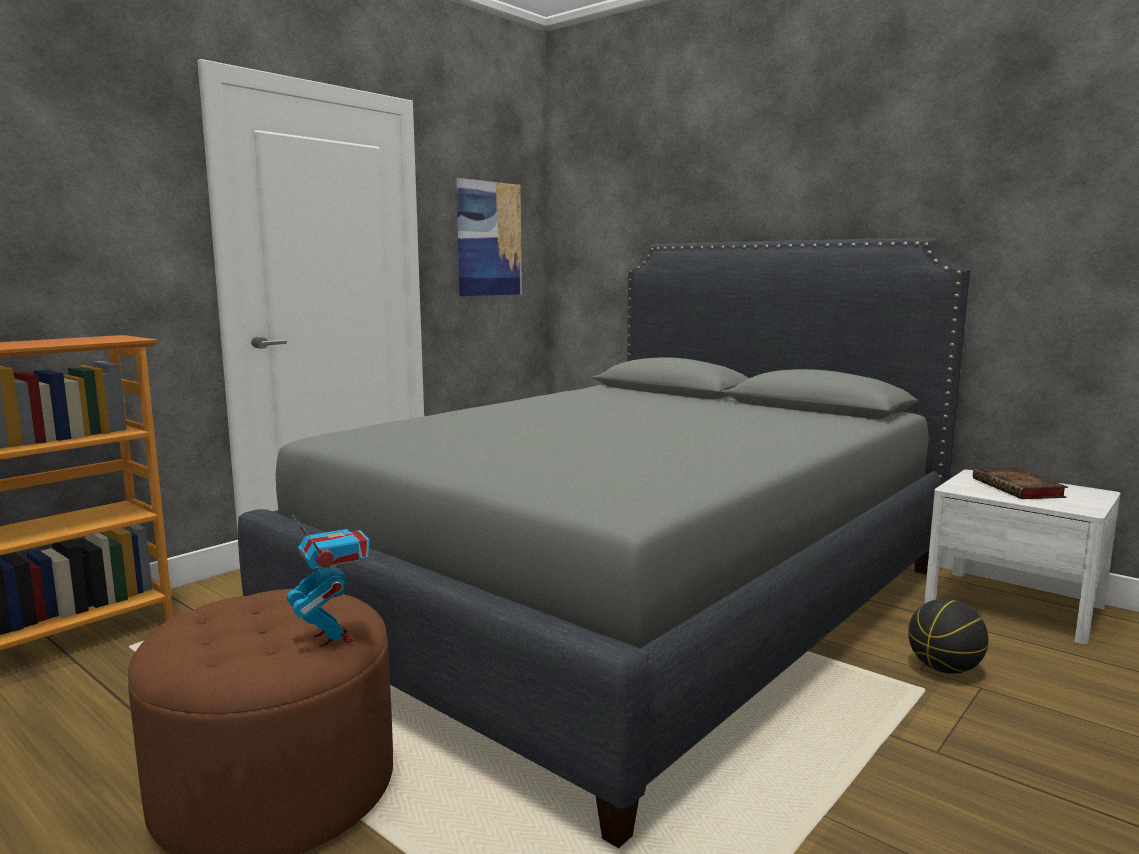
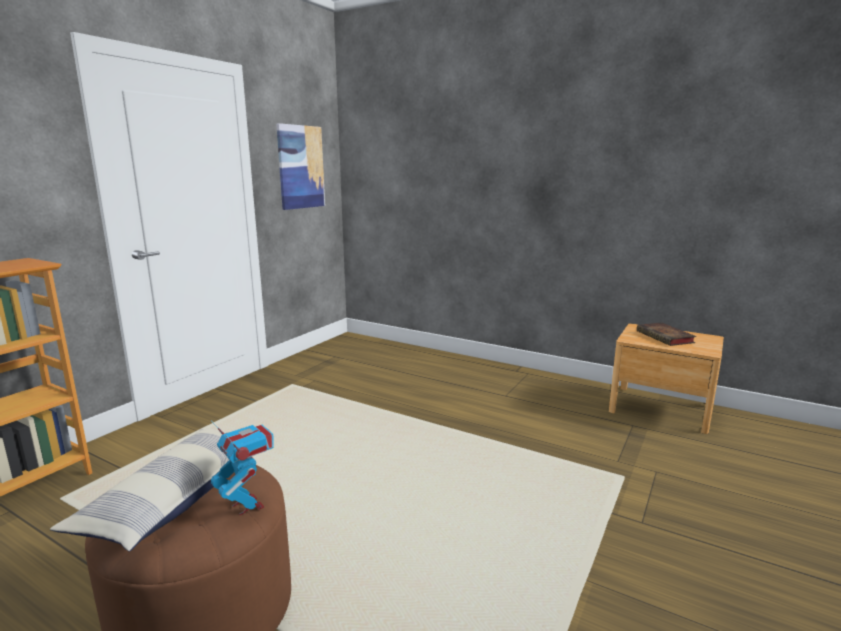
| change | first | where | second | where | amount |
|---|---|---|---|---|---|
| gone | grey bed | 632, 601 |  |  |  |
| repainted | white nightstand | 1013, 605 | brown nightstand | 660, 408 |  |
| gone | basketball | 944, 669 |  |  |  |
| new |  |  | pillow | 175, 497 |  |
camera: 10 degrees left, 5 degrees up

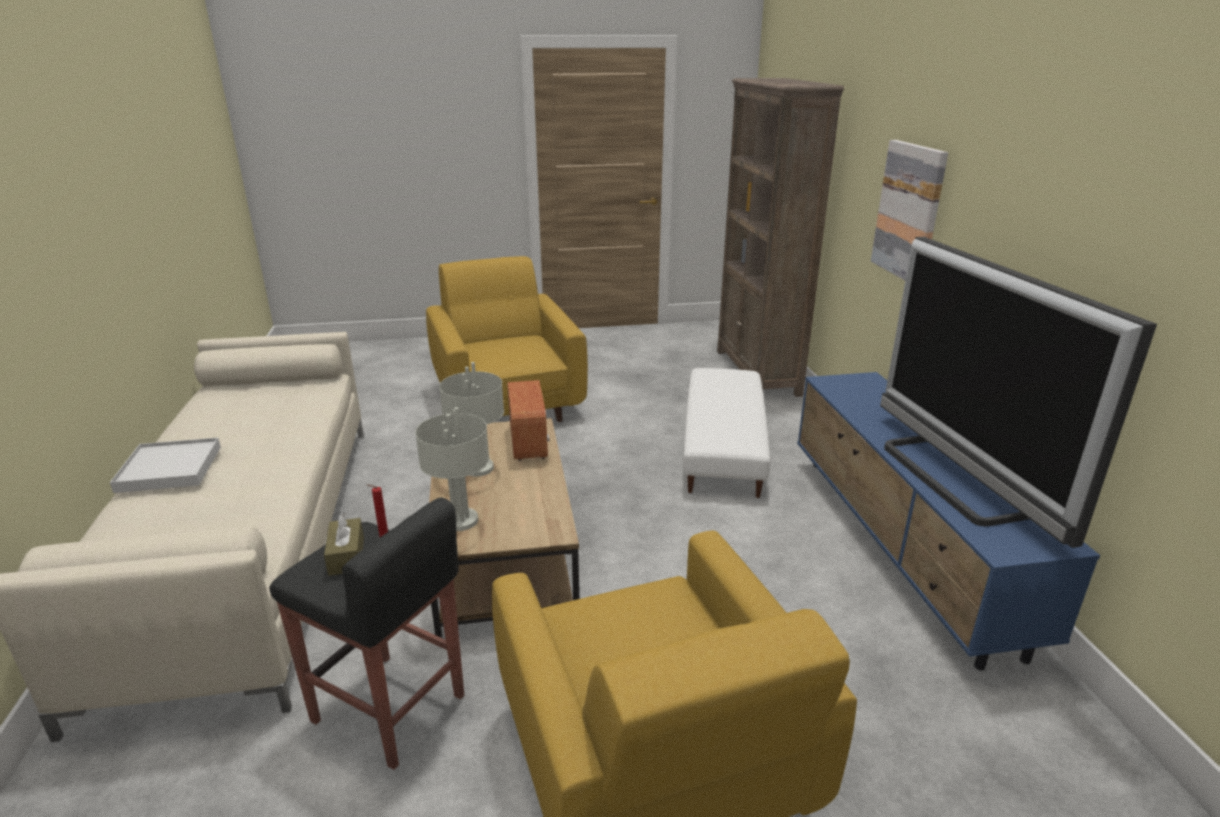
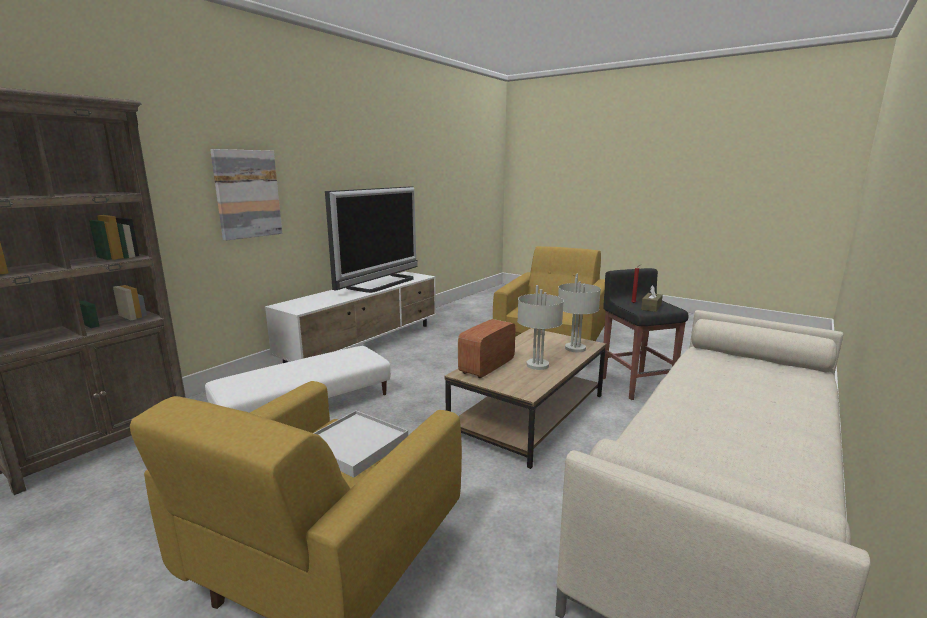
| change | first | where | second | where | amount |
|---|---|---|---|---|---|
| repainted | blue tv stand | 901, 546 | white tv stand | 365, 345 |  |
| shifted | white tray | 169, 469 |  | 355, 445 |  |
camera: 135 degrees left, 10 degrees down

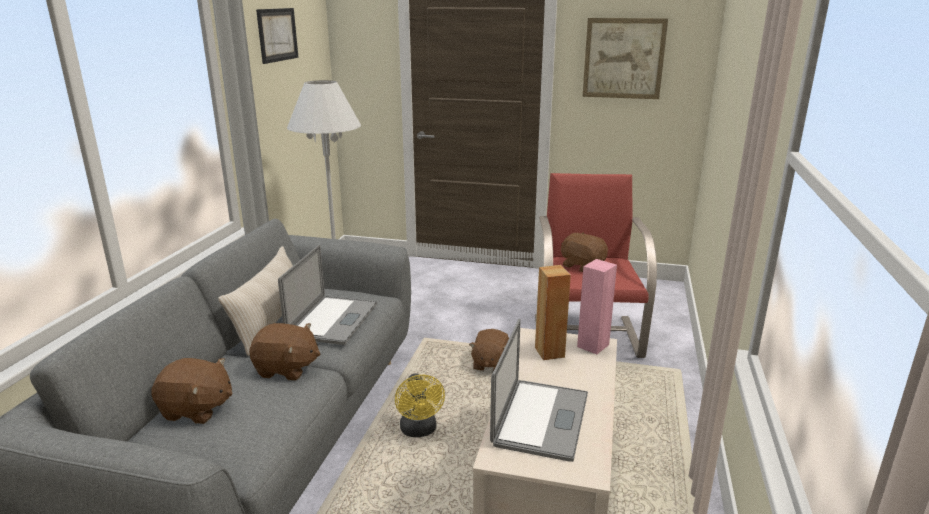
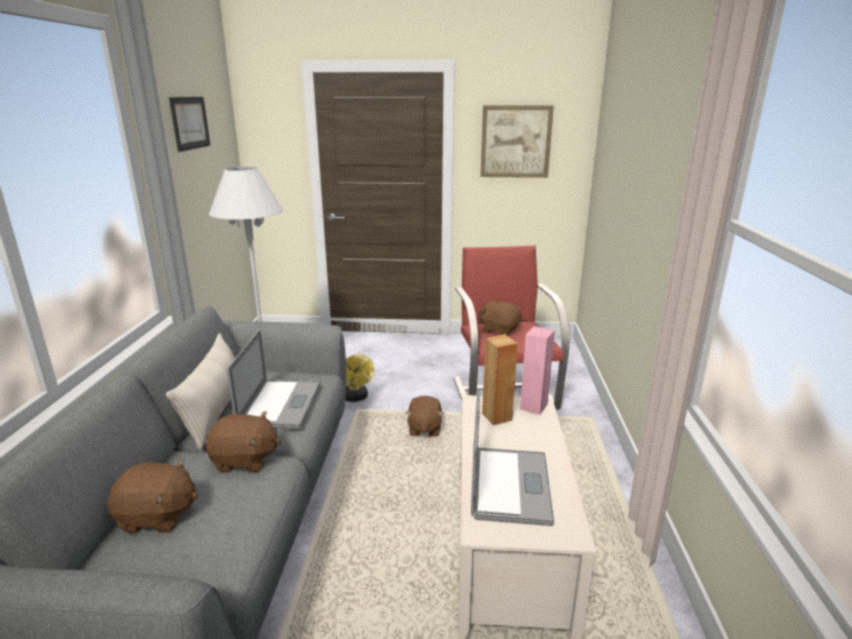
| change | first | where | second | where | amount |
|---|---|---|---|---|---|
| shifted | yellow fan | 419, 431 |  | 356, 398 |  |
camera: 10 degrees left, 0 degrees up

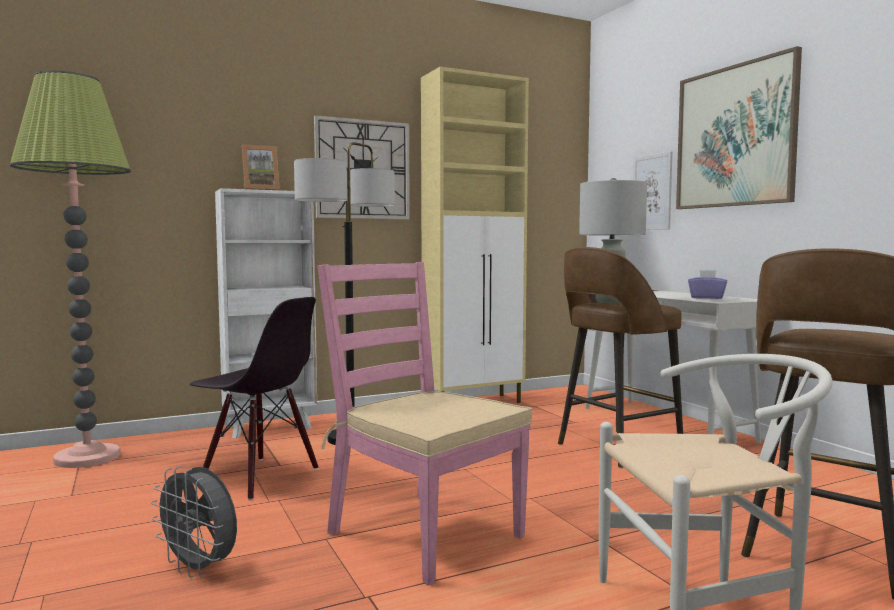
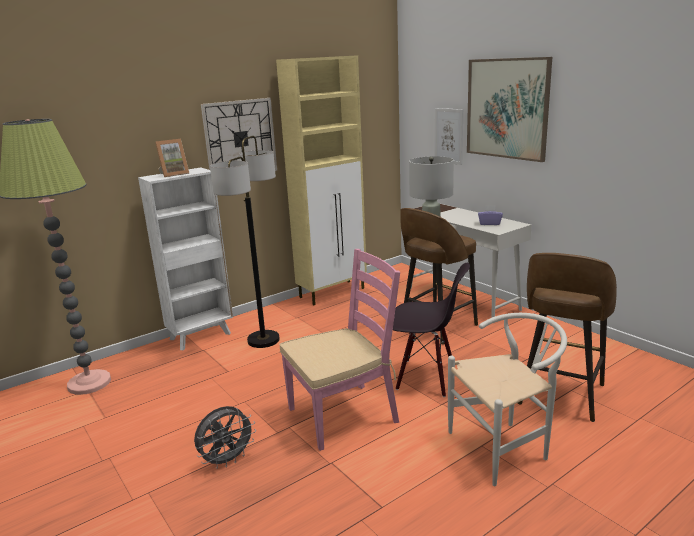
| change | first | where | second | where | amount |
|---|---|---|---|---|---|
| rotated | pink chair | 423, 534 |  | 343, 414 | 120 degrees clockwise |
| shifted | black chair | 259, 477 |  | 425, 377 |  |
| rotated | grey fan | 200, 569 |  | 227, 460 | 60 degrees counterclockwise |
camera: 10 degrees left, 15 degrees up

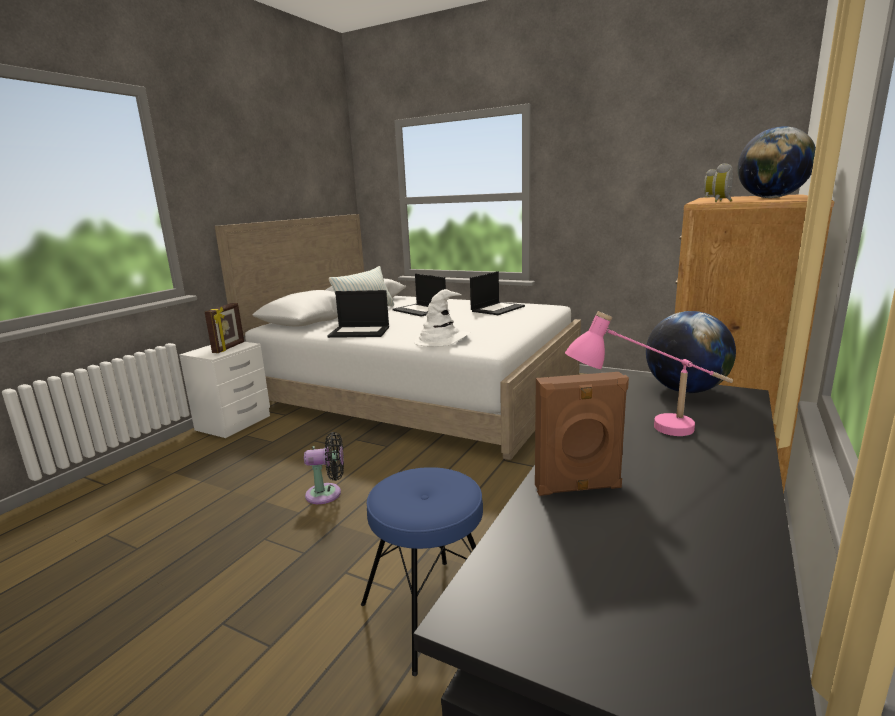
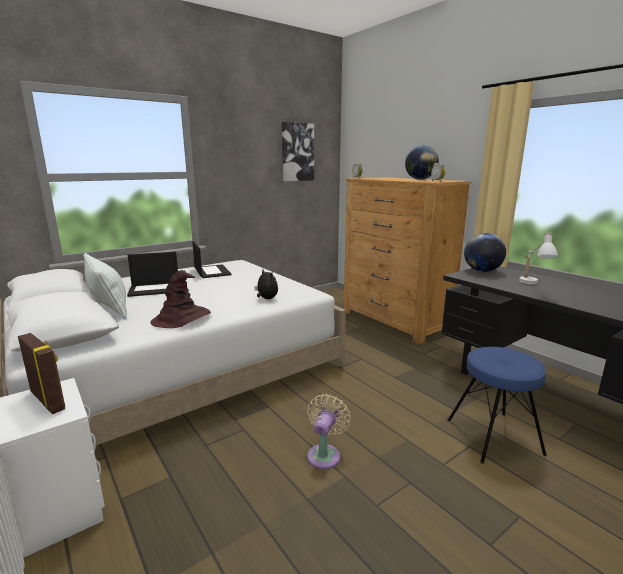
| change | first | where | second | where | amount |
|---|---|---|---|---|---|
| swapped | white hat | 441, 339 | plush toy | 266, 299 |  |
| swapped | laptop | 360, 332 | brown hat | 181, 318 |  |
| repainted | pink table lamp | 647, 431 | white table lamp | 531, 285 |  |
| gone | brown speaker | 578, 488 |  |  |  |
| repainted | black fan | 327, 494 | beige fan | 325, 454 |  |
| new |  |  | picture | 297, 152 |  |
camera: 65 degrees left, 0 degrees up

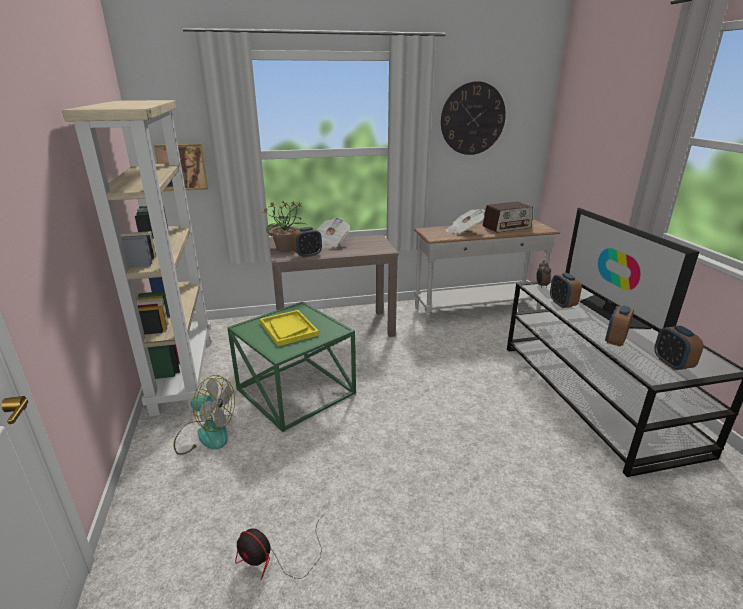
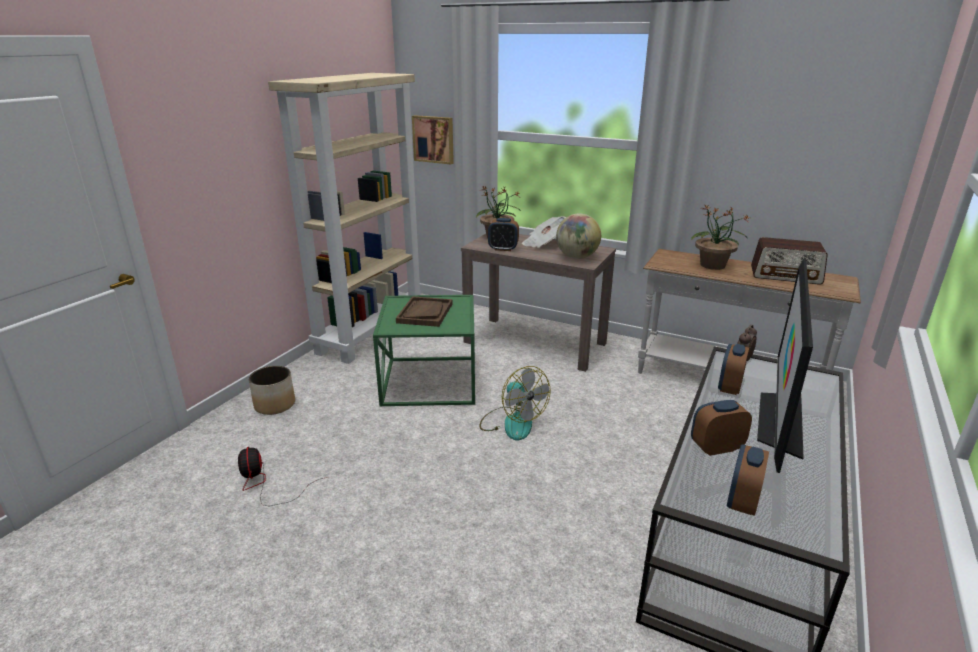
| change | first | where | second | where | amount |
|---|---|---|---|---|---|
| gone | wall clock | 473, 119 |  |  |  |
| swapped | newspaper | 464, 231 | potted plant | 713, 265 |  |
| repainted | yellow tray | 288, 329 | brown tray | 425, 313 |  |
| shifted | fan | 205, 434 |  | 512, 422 |  |
| new |  |  | globe | 577, 257 |  |
| new |  |  | planter | 275, 404 |  |
camera: 40 degrees right, 0 degrees up

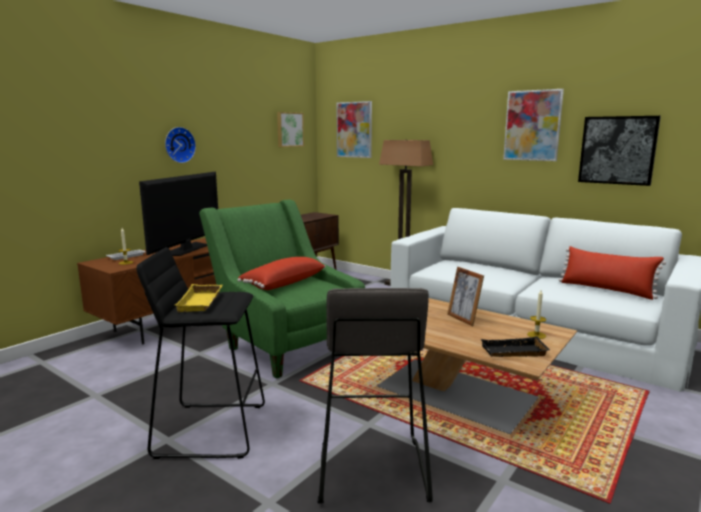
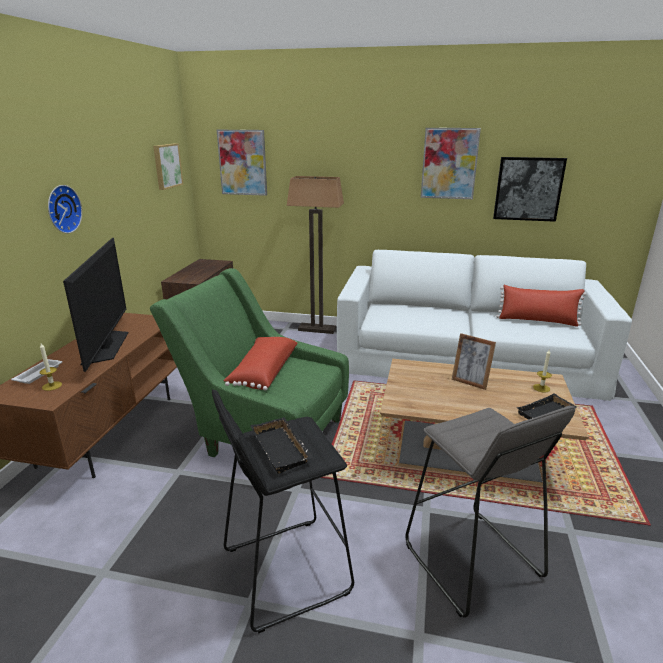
| change | first | where | second | where | amount |
|---|---|---|---|---|---|
| repainted | yellow tray | 202, 302 | black tray | 283, 449 |  |
camera: 25 degrees left, 10 degrees up

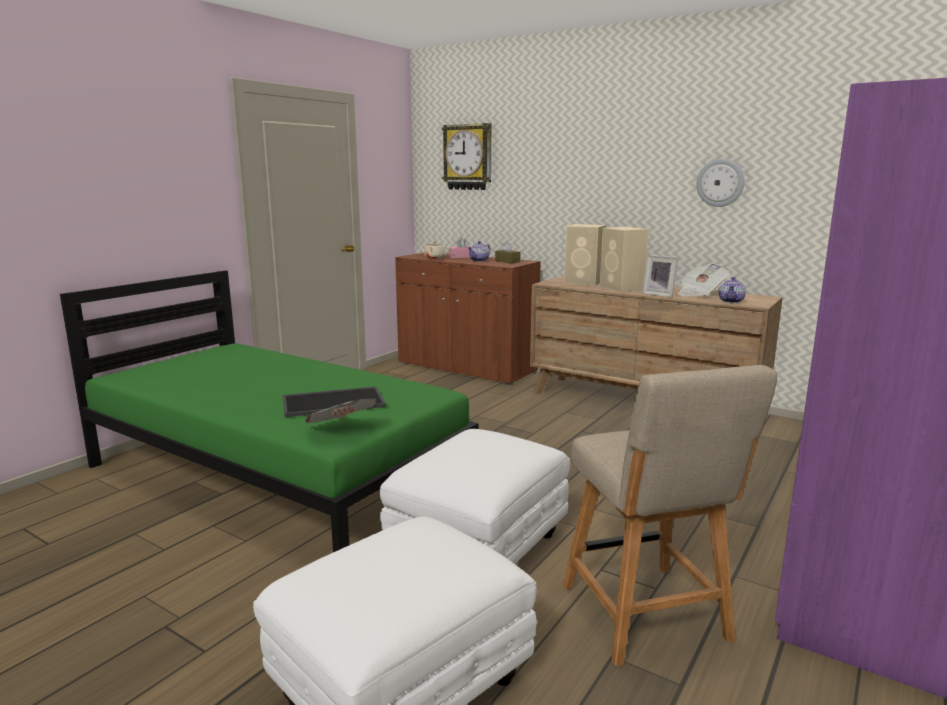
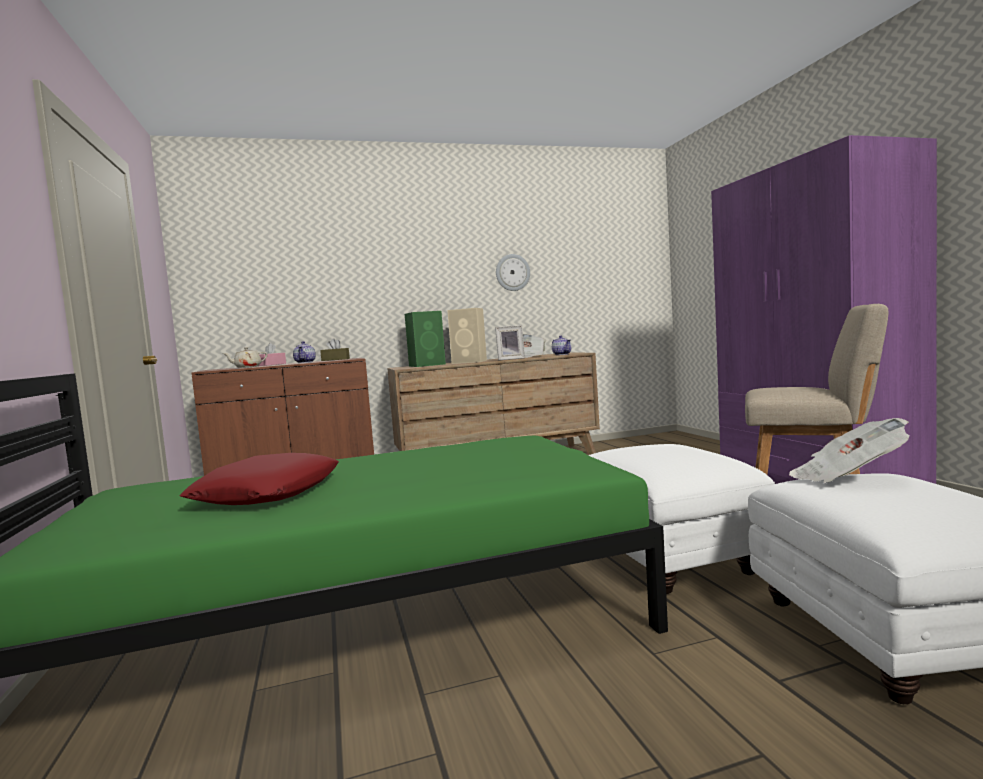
| change | first | where | second | where | amount |
|---|---|---|---|---|---|
| gone | wall clock | 468, 157 |  |  |  |
| repainted | beige speaker | 584, 282 | green speaker | 428, 365 |  |
| gone | tray | 334, 401 |  |  |  |
| shifted | newspaper | 341, 430 |  | 847, 477 |  |
| new |  |  | red pillow | 268, 492 |  |
camera: 50 degrees left, 10 degrees down

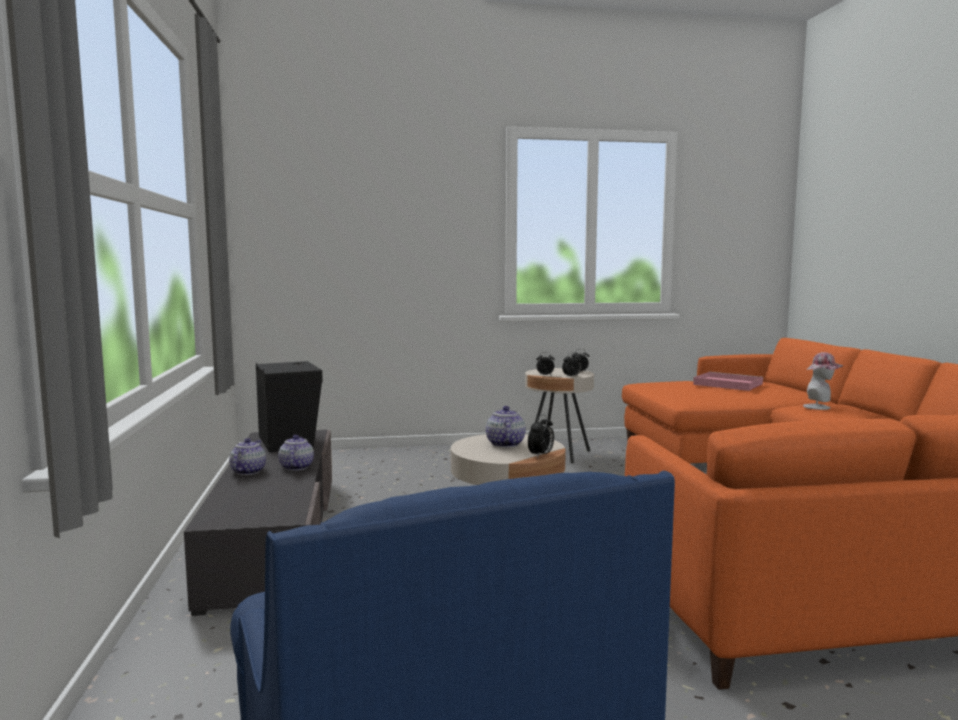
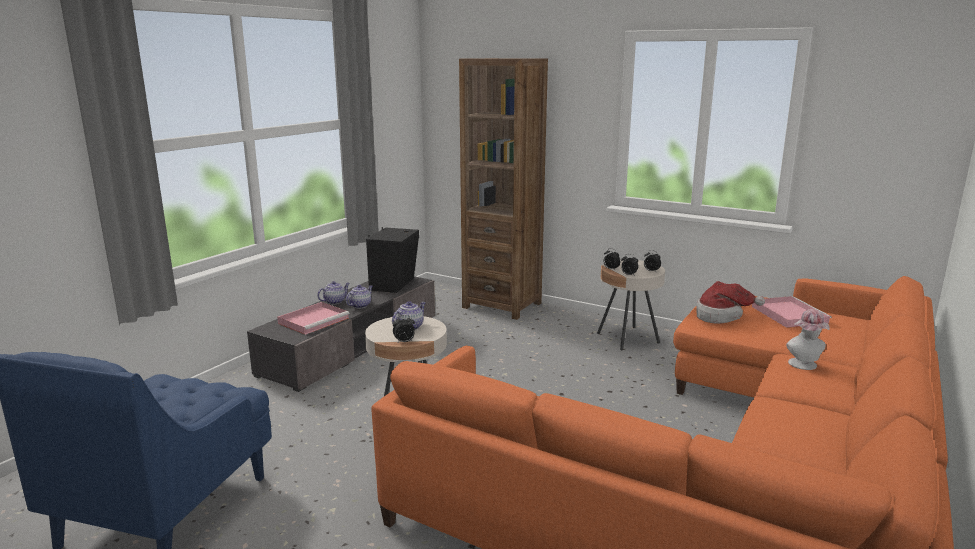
| change | first | where | second | where | amount |
|---|---|---|---|---|---|
| new |  |  | brown bookcase | 502, 305 |  |
| new |  |  | hat | 721, 316 |  |
| new |  |  | pink tray | 314, 320 |  |
camera: 40 degrees right, 10 degrees up

